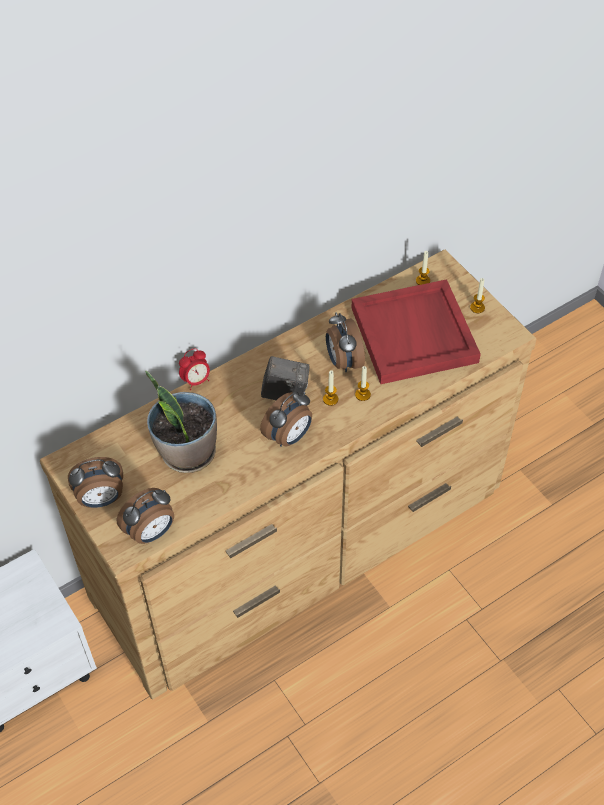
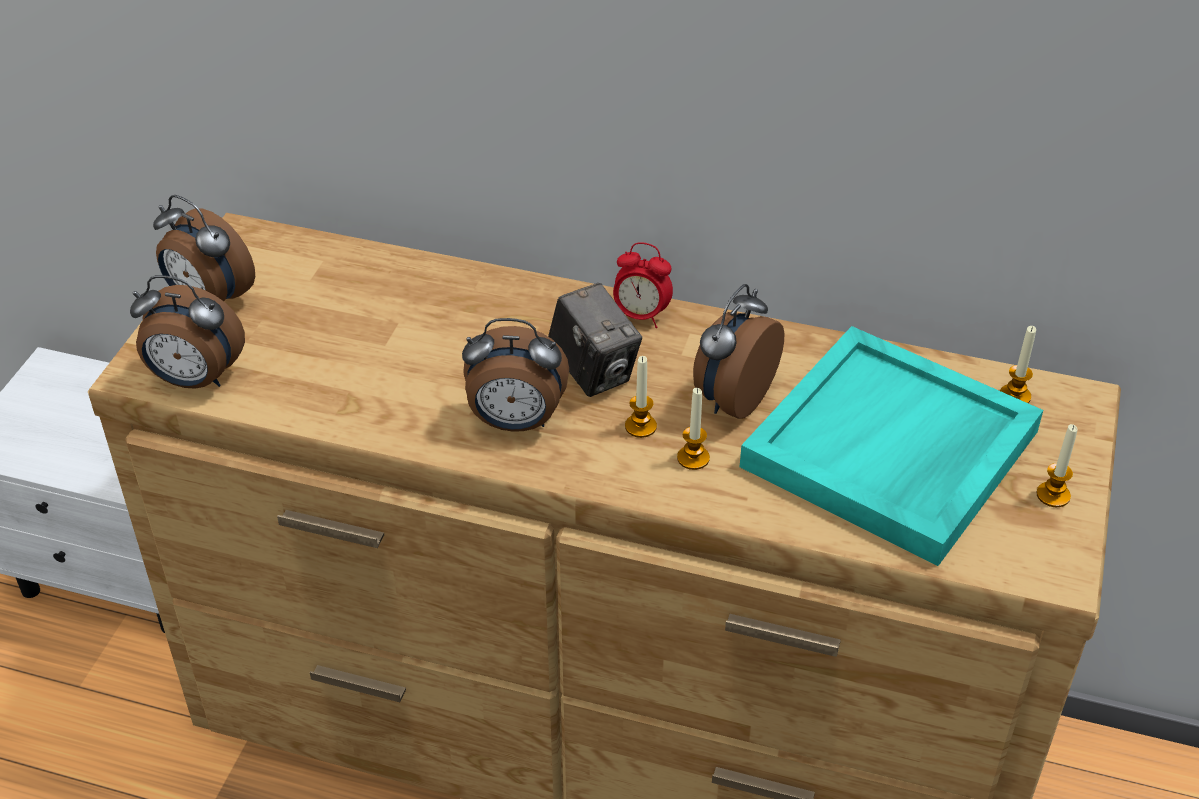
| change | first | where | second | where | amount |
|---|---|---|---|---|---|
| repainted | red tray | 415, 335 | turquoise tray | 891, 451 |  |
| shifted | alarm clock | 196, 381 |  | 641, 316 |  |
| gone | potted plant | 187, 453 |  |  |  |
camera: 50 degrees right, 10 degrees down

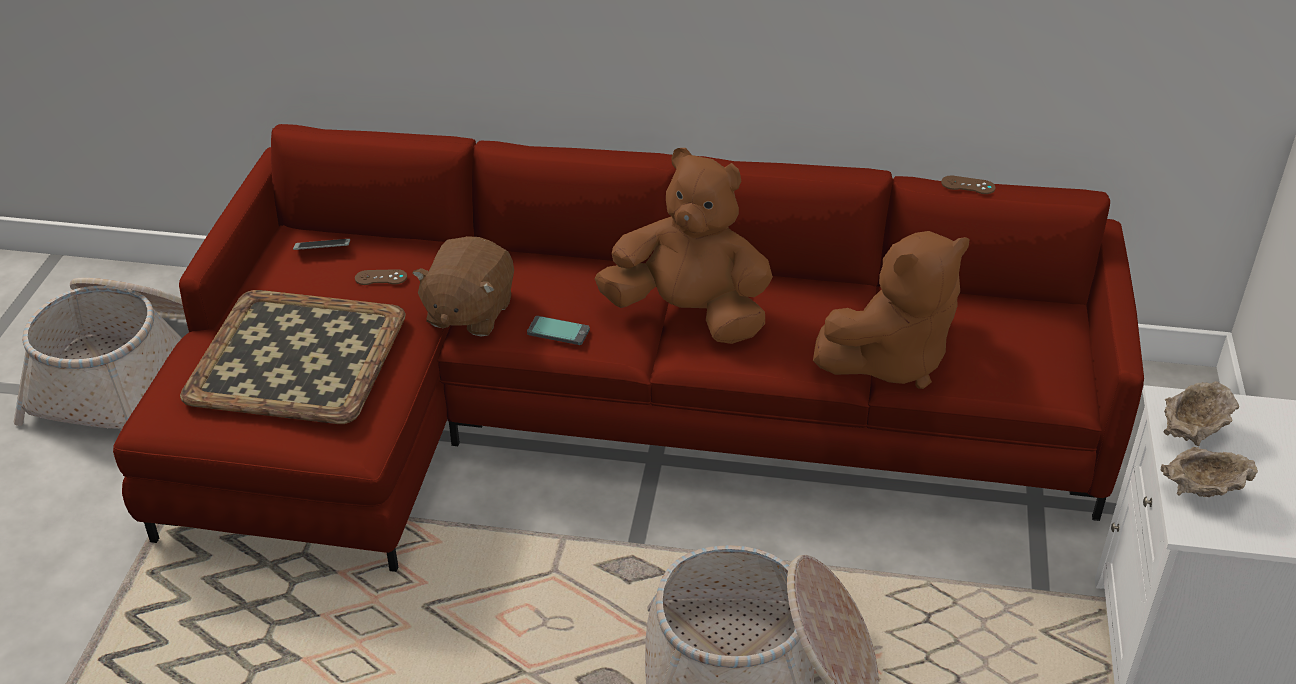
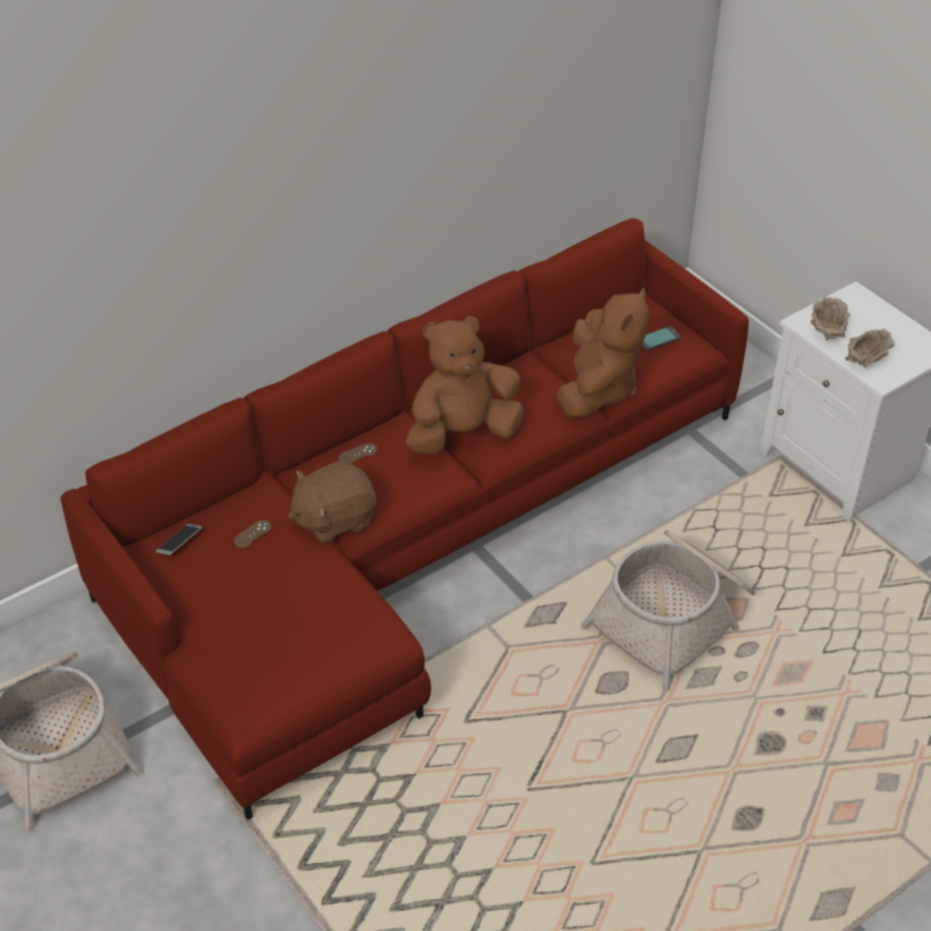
| change | first | where | second | where | amount |
|---|---|---|---|---|---|
| shifted | brown game controller | 968, 185 |  | 358, 454 |  |
| rotated | brown plush toy | 468, 313 |  | 334, 519 | 90 degrees clockwise |
| gone | tray | 294, 357 |  |  |  |
| shifted | phone | 558, 331 |  | 658, 339 |  |
camera: 45 degrees left, 5 degrees up

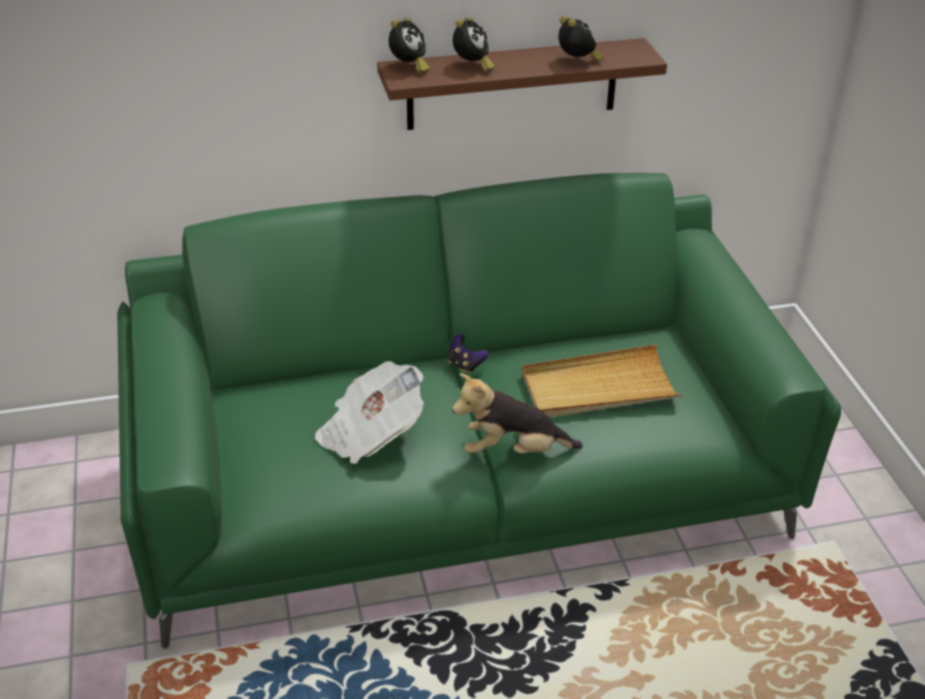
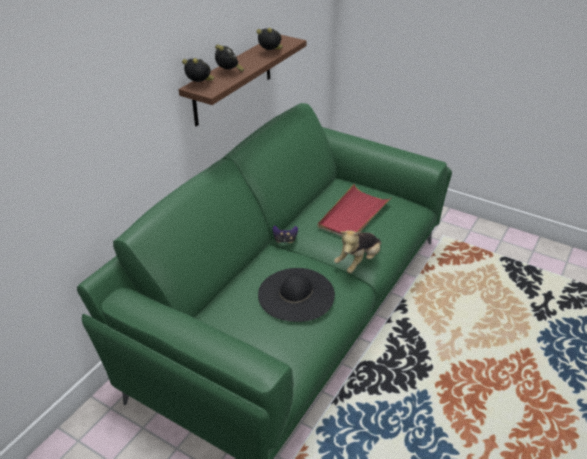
| change | first | where | second | where | amount |
|---|---|---|---|---|---|
| rotated | alarm clock | 408, 67 |  | 200, 85 | 45 degrees counterclockwise |
| repainted | beige tray | 598, 388 | red tray | 353, 215 |  |
| swapped | newspaper | 370, 433 | black hat | 296, 294 |  |
camera: 45 degrees left, 0 degrees up

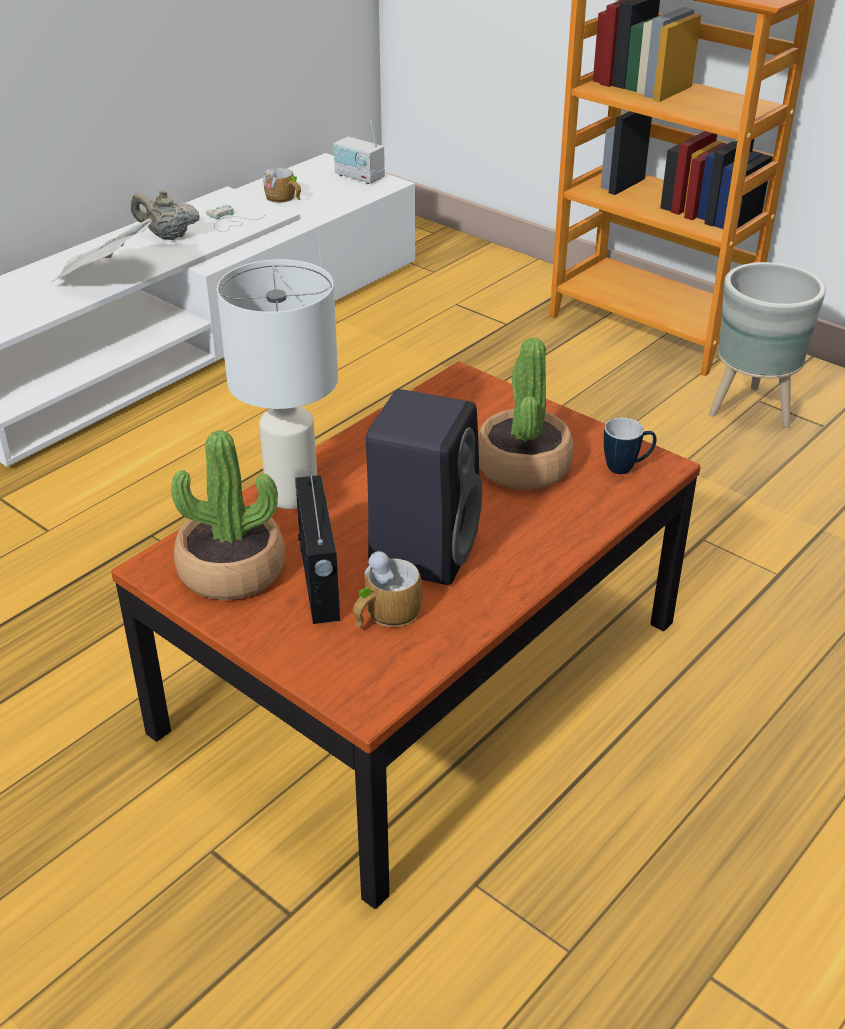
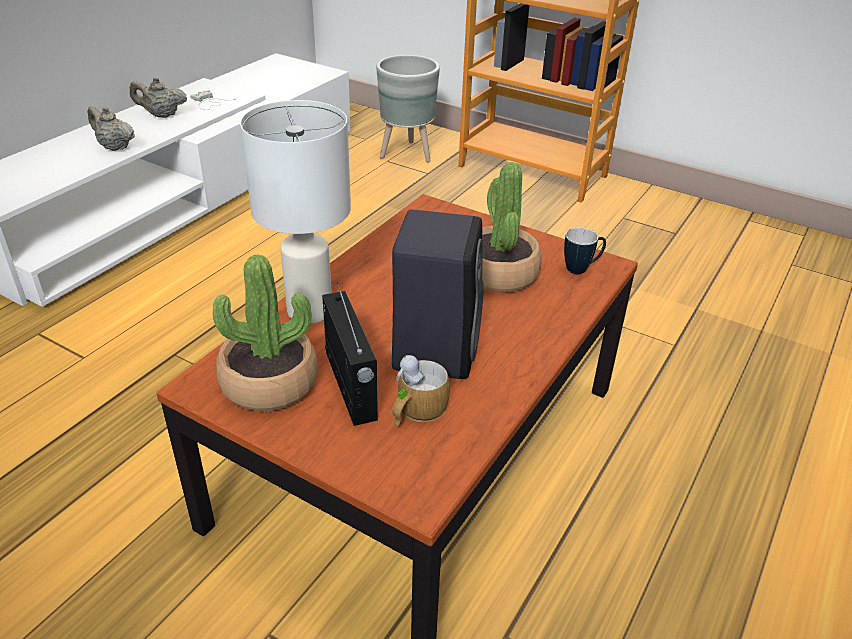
| change | first | where | second | where | amount |
|---|---|---|---|---|---|
| gone | radio | 359, 177 |  |  |  |
| gone | mug | 284, 199 |  |  |  |
| swapped | newspaper | 106, 276 | beige teapot | 114, 147 |  |
| shifted | grey planter | 752, 410 |  | 408, 154 |  |
camera: 10 degrees left, 0 degrees up

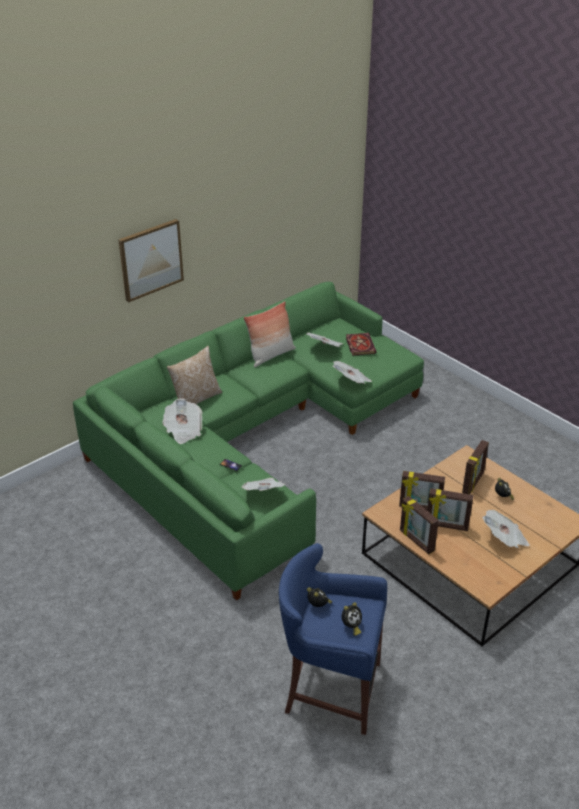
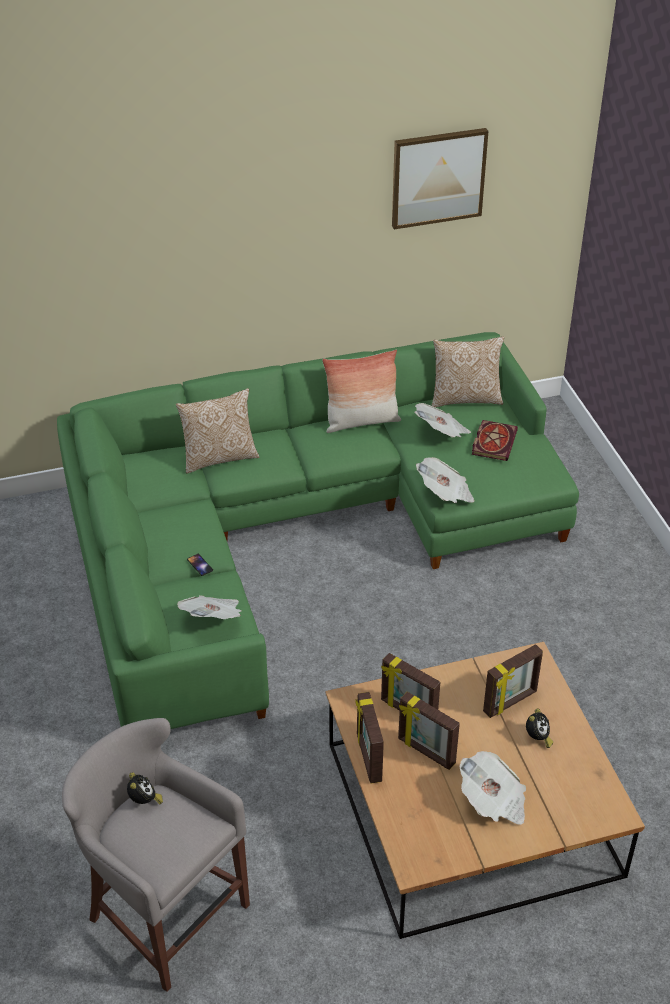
| change | first | where | second | where | amount |
|---|---|---|---|---|---|
| shifted | picture | 150, 259 |  | 438, 177 |  |
| gone | newspaper | 183, 430 |  |  |  |
| repainted | blue stool | 329, 688 | grey stool | 164, 912 |  |
| gone | alarm clock | 351, 626 |  |  |  |
| new |  |  | pillow | 465, 398 |  |
camera: 25 degrees right, 5 degrees up

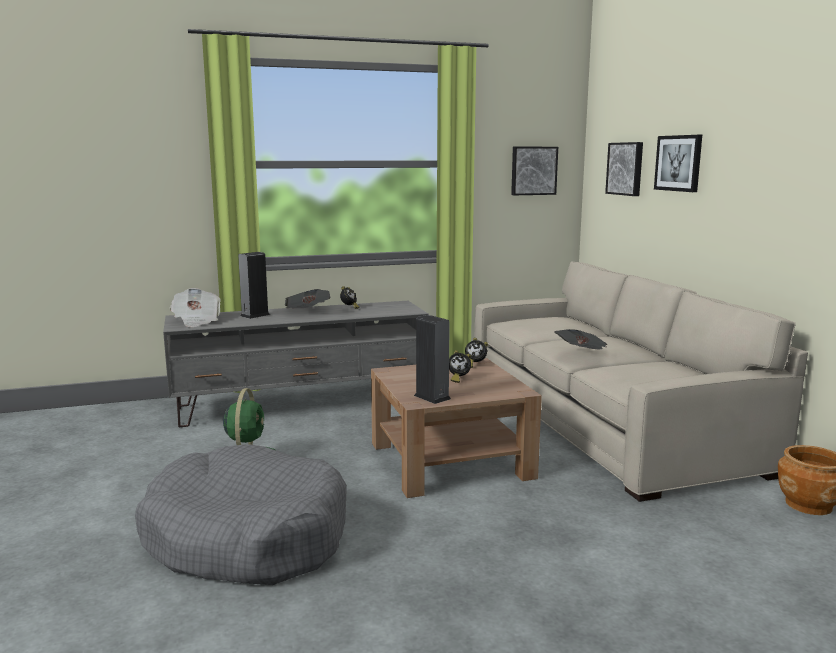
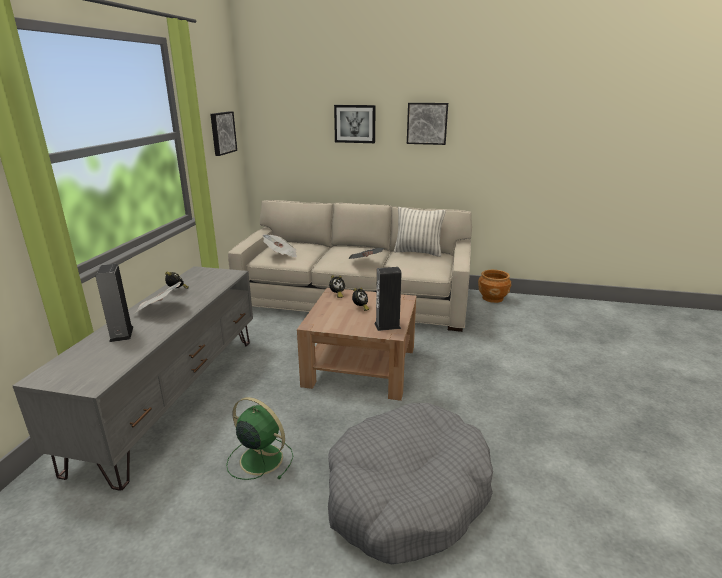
| change | first | where | second | where | amount |
|---|---|---|---|---|---|
| shifted | picture | 626, 168 |  | 427, 123 |  |
| shifted | newspaper | 196, 321 |  | 281, 255 |  |
| new |  |  | pillow | 418, 252 |  |
camera: 60 degrees left, 10 degrees up

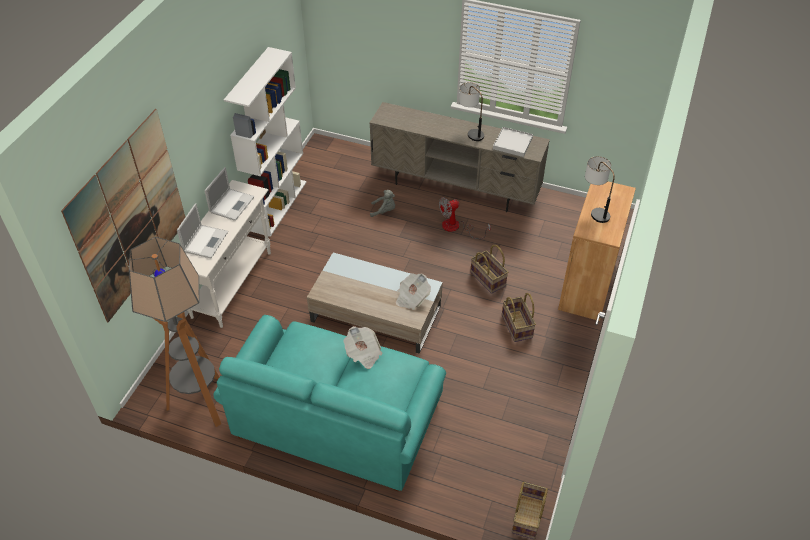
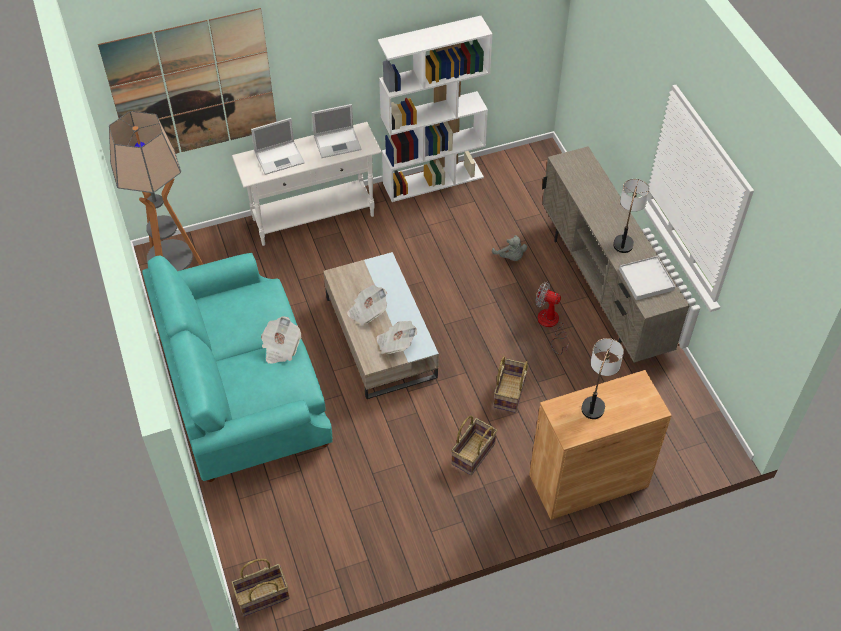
| change | first | where | second | where | amount |
|---|---|---|---|---|---|
| new |  |  | newspaper | 367, 311 |  |
camera: 50 degrees right, 5 degrees up

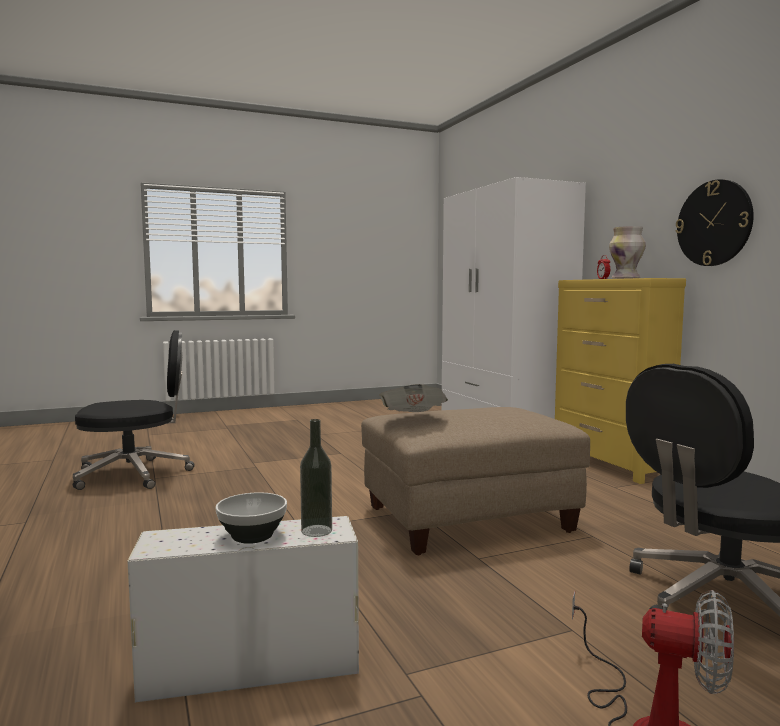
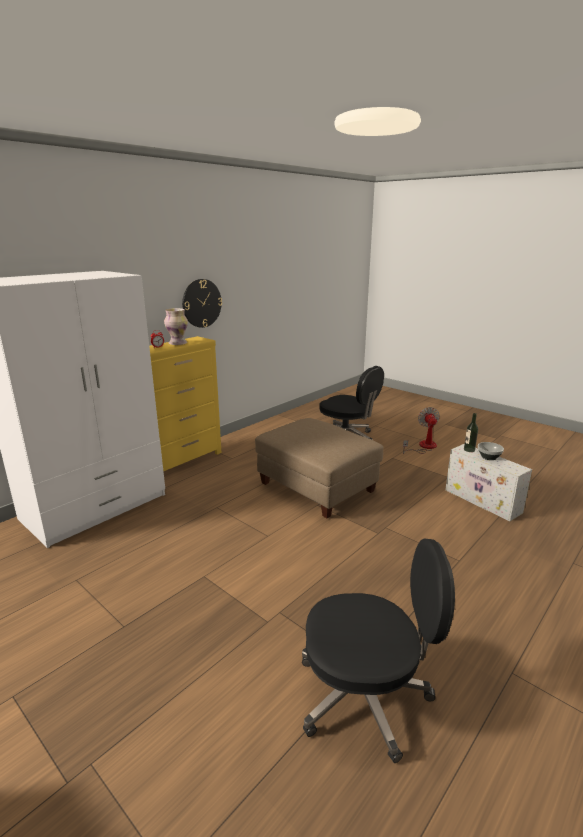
| change | first | where | second | where | amount |
|---|---|---|---|---|---|
| rotated | black office chair | 135, 474 |  | 365, 695 | 135 degrees clockwise |
| gone | newspaper | 413, 418 |  |  |  |
camera: 115 degrees left, 15 degrees up

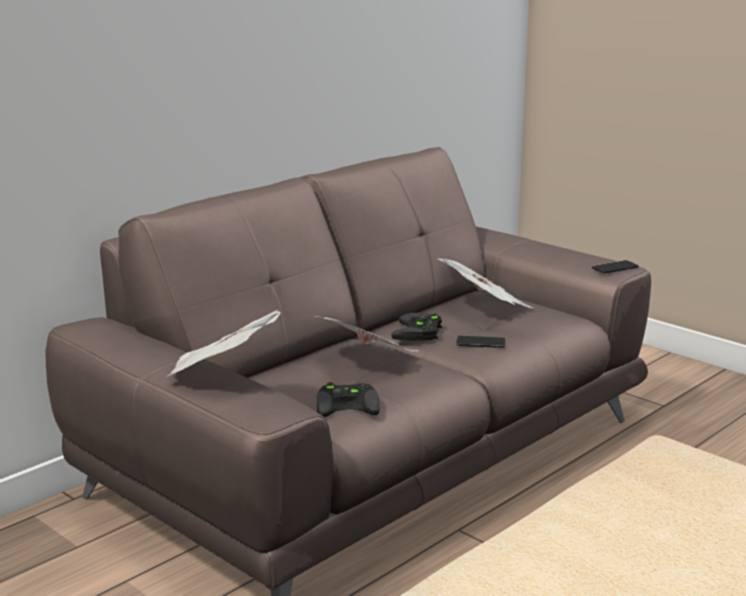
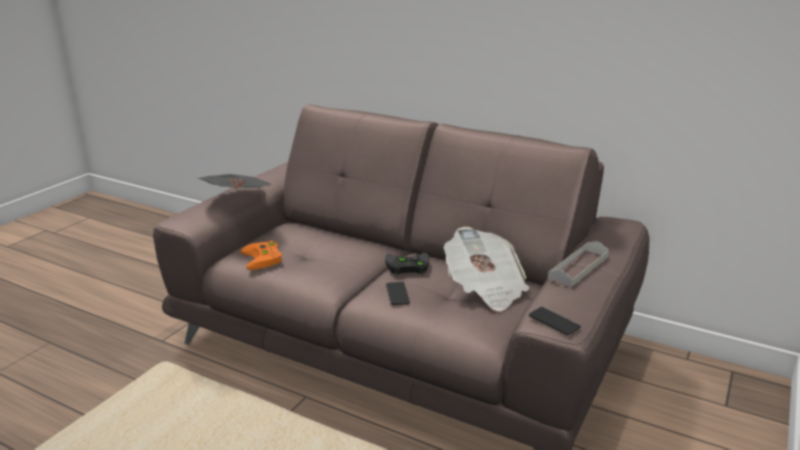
| change | first | where | second | where | amount |
|---|---|---|---|---|---|
| gone | newspaper | 370, 361 |  |  |  |
| repainted | black game controller | 349, 404 | orange game controller | 264, 259 |  |
| new |  |  | grey tray | 578, 267 |  |
camera: 75 degrees right, 5 degrees up

